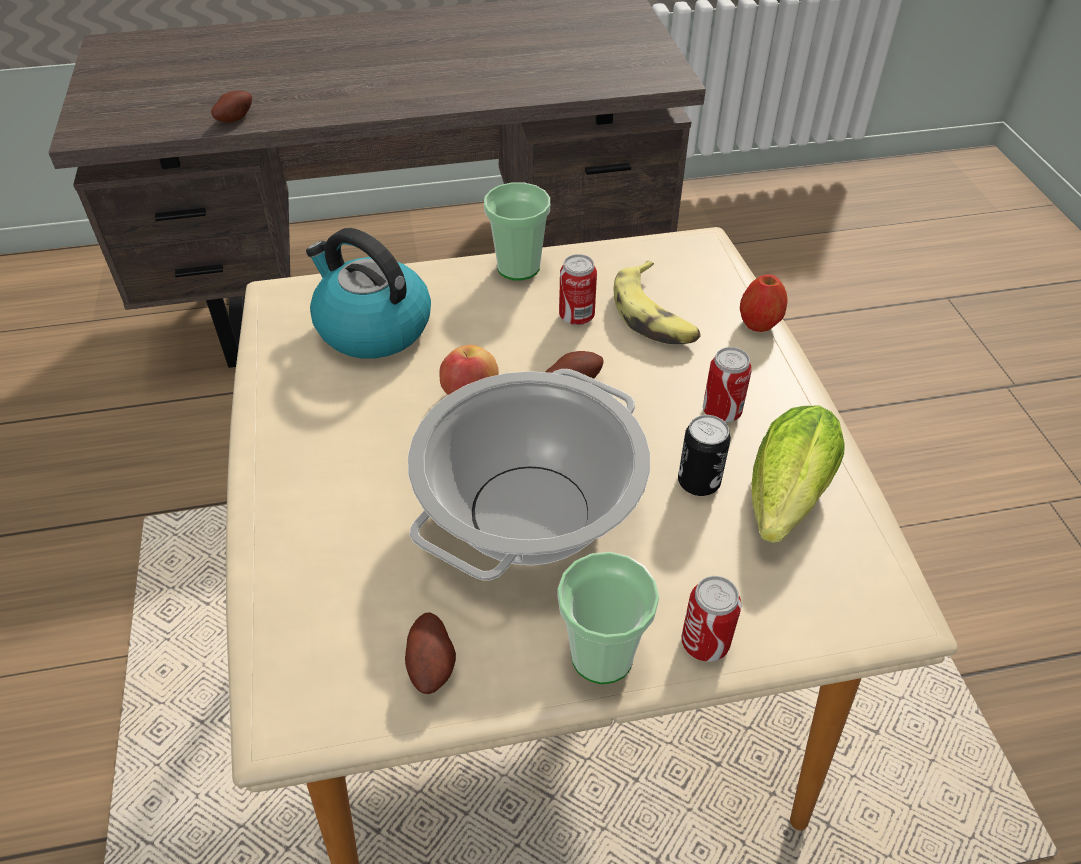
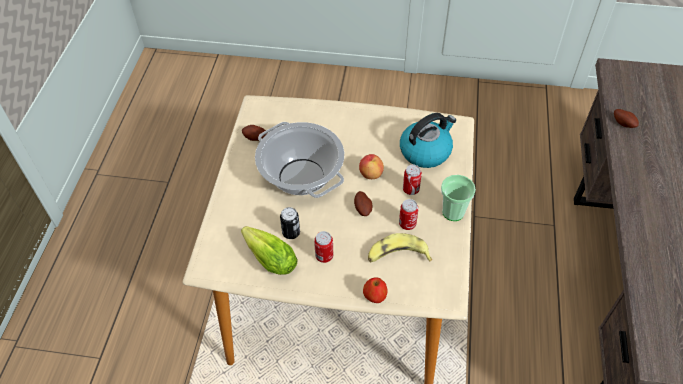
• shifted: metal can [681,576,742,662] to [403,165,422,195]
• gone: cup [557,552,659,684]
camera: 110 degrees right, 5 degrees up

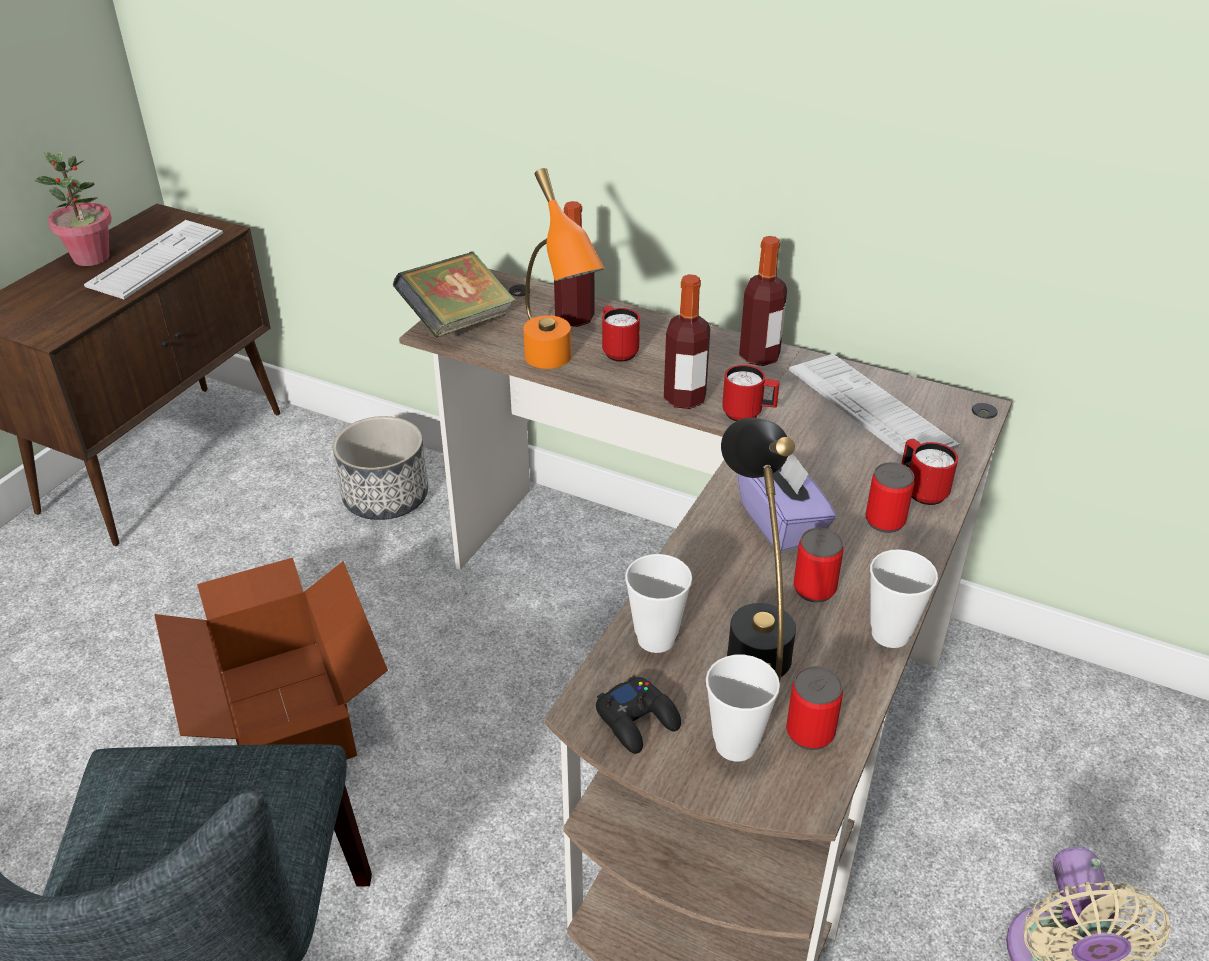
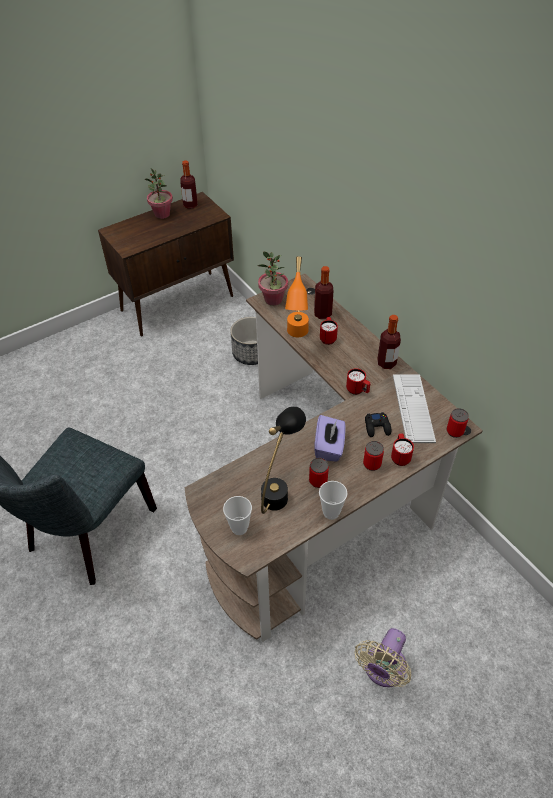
• shifted: bottle [664,274,710,409] to [180,160,198,209]
• swapped: bound book [392,251,515,338] to plant in a pot [257,251,288,306]
• shifted: blackish game controller [596,675,681,754] to [365,412,391,437]
• shifted: metal can [786,666,843,750] to [447,408,469,438]
• gone: computer keyboard [84,220,223,299]
• gone: carton [154,558,388,760]
• gone: cup [625,554,692,653]
camera: 30 degrees right, 10 degrees up

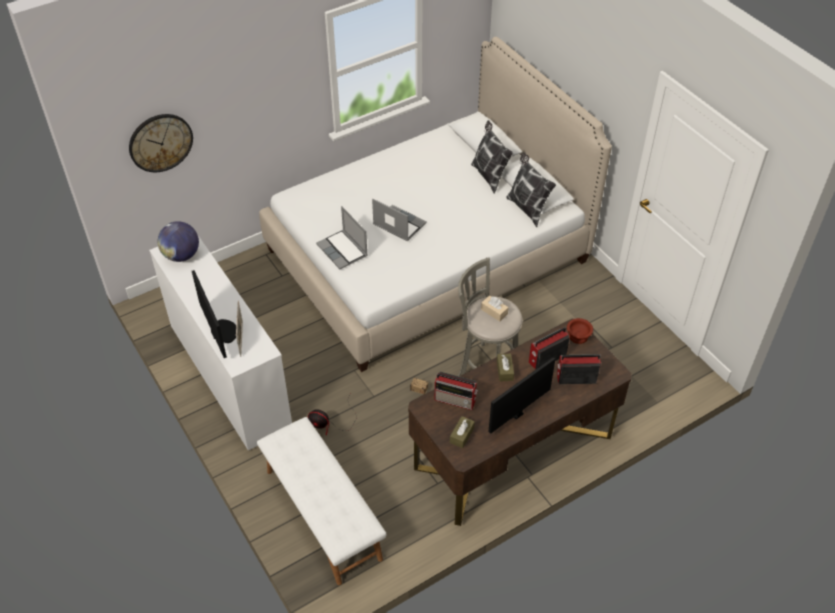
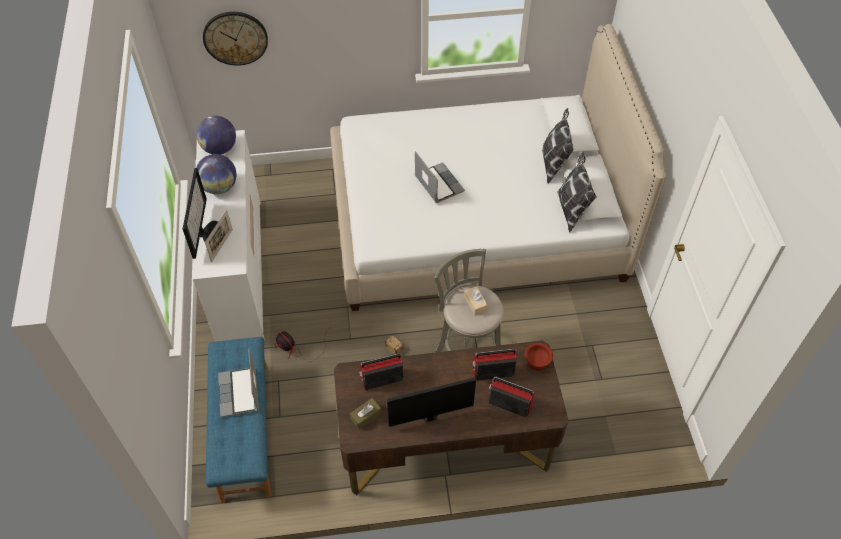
• new: desk globe [196,154,237,194]
• repainted: white-coloured long seat [257,417,386,585] to blue long seat [206,337,271,503]
• shifted: laptop [316,206,368,269] to [218,348,259,417]
• rotated: radio receiver [435,372,478,410] = [359,353,403,390] 120 degrees clockwise
• gone: brown tissue holder [497,354,514,381]
camera: 25 degrees right, 5 degrees up

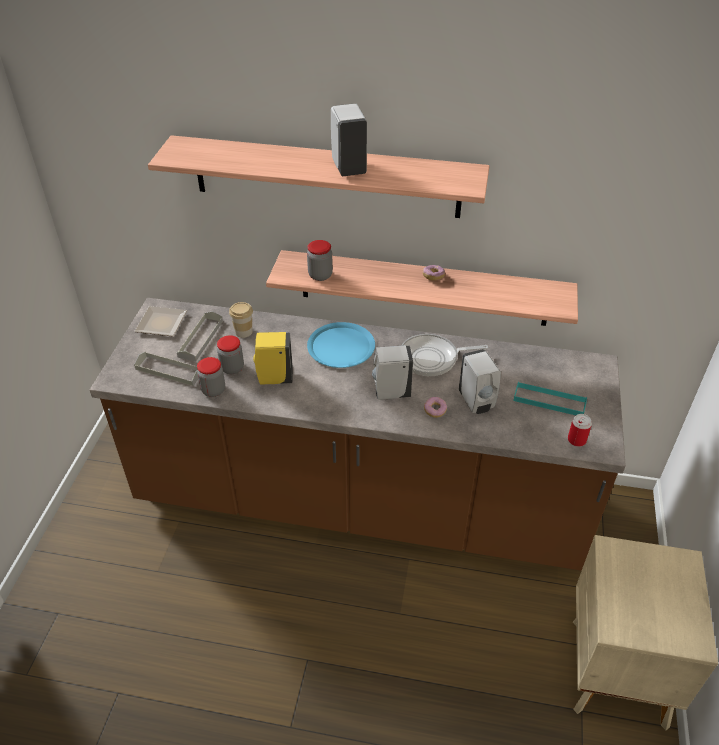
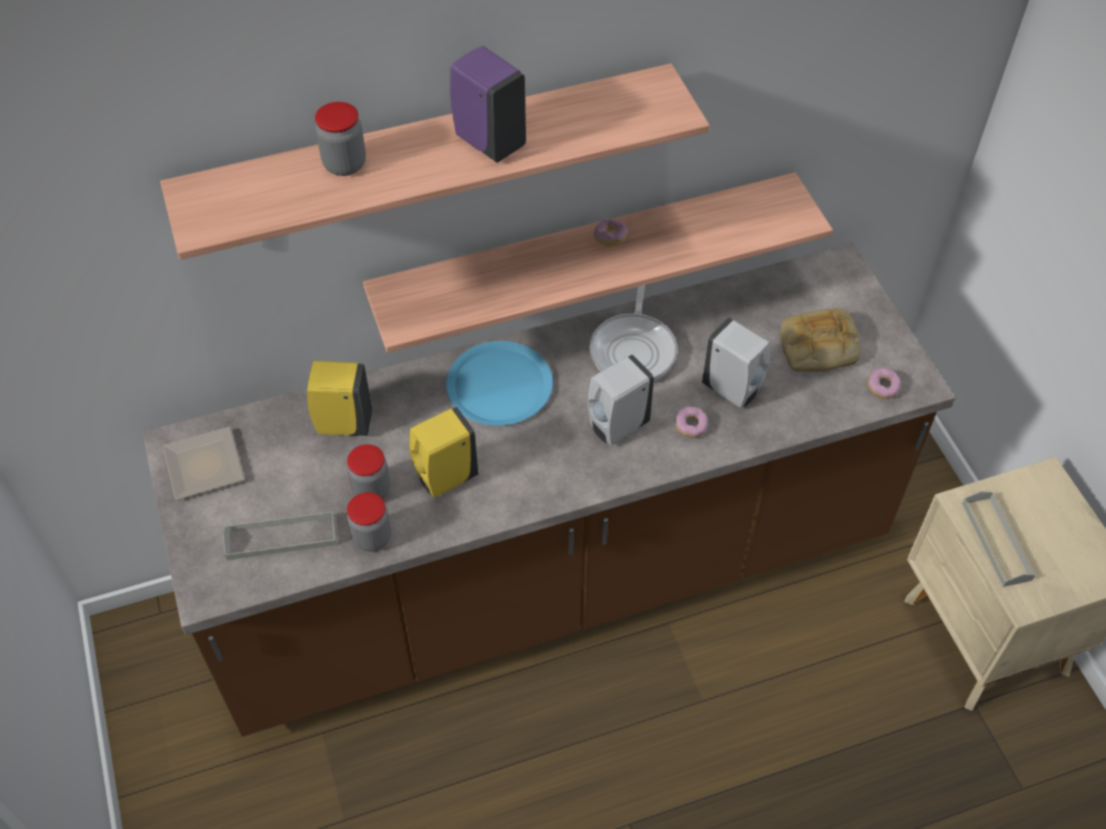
• swapped: cup [229,302,253,338] to yellow soap bottle [307,361,372,436]
• shifted: storage jar [307,240,333,281] to [315,102,366,176]
• repainted: white-coloured soap bottle [331,104,367,176] to purple soap bottle [450,46,526,163]
• rotated: skillet [401,334,488,376] = [590,285,677,381] 45 degrees counterclockwise
• swapped: turquoise tray [513,382,587,415] to baked bread [780,309,861,372]
• swapped: metal can [568,414,592,447] to donut [868,368,901,399]
• shifted: gray tray [177,311,223,361] to [962,491,1036,587]
camera: 30 degrees left, 10 degrees up

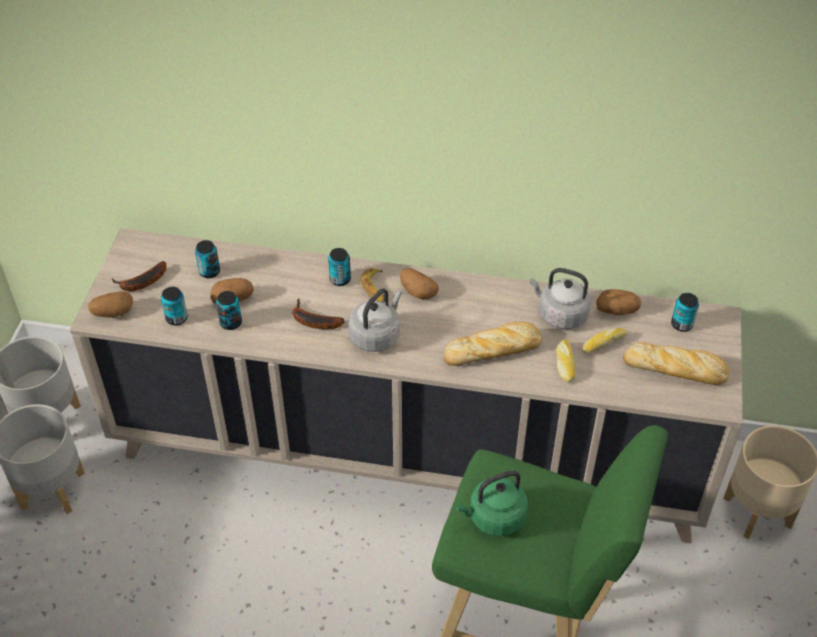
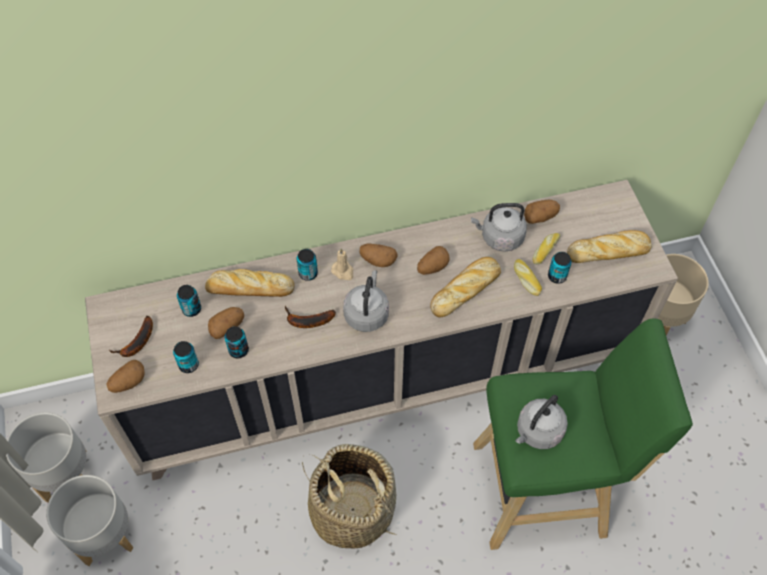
• new: baked bread [205,269,295,297]
• new: basket [302,444,396,548]
• swapped: banana fruit [360,268,384,302] to beige candle [331,248,353,280]
• new: spud [417,246,450,275]
• repainted: green water kettle [455,470,528,536] to gray water kettle [515,395,568,449]
• shifted: metal can [671,293,699,332] to [548,252,572,284]
camera: 25 degrees left, 10 degrees up

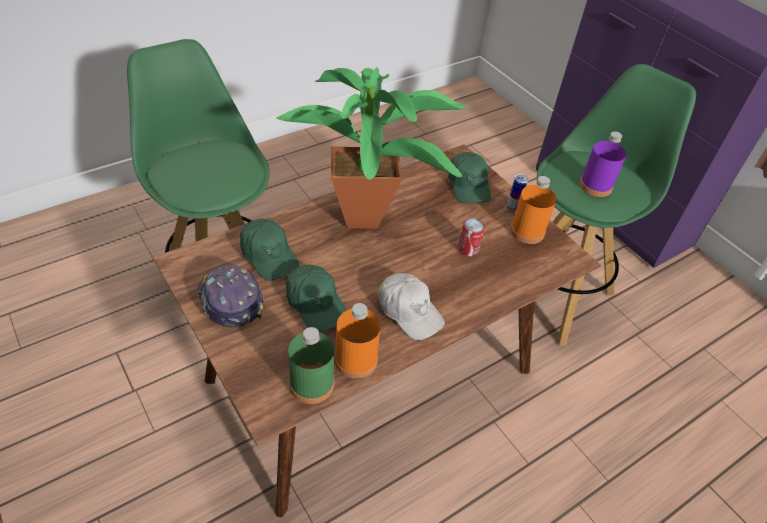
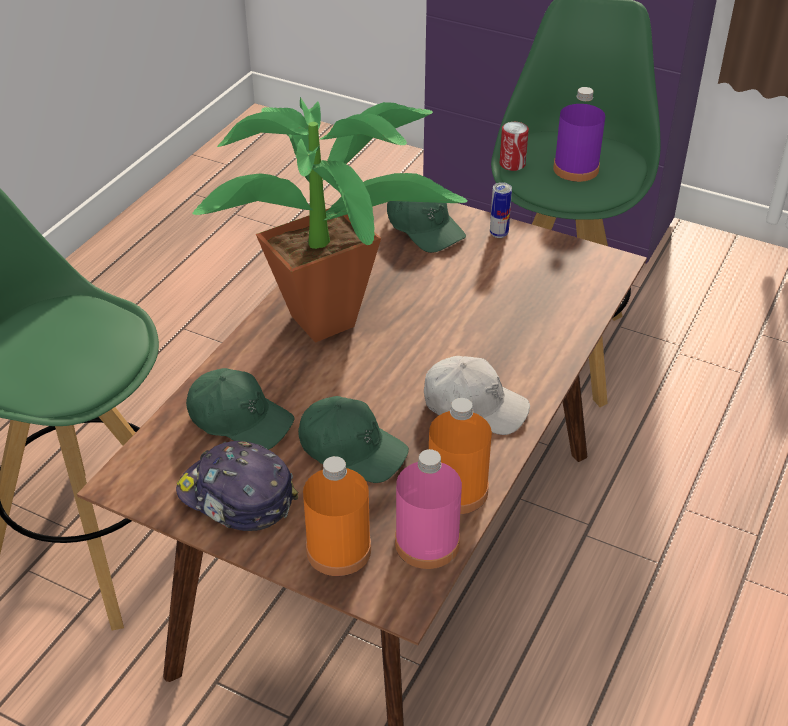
• shifted: orange-coloured bottle [510,176,556,244] to [303,456,371,576]
• repainted: green bottle [288,327,334,404] to pinkish bottle [395,449,462,569]
• shifted: metal can [458,218,485,256] to [500,122,529,171]
camera: 25 degrees left, 5 degrees down

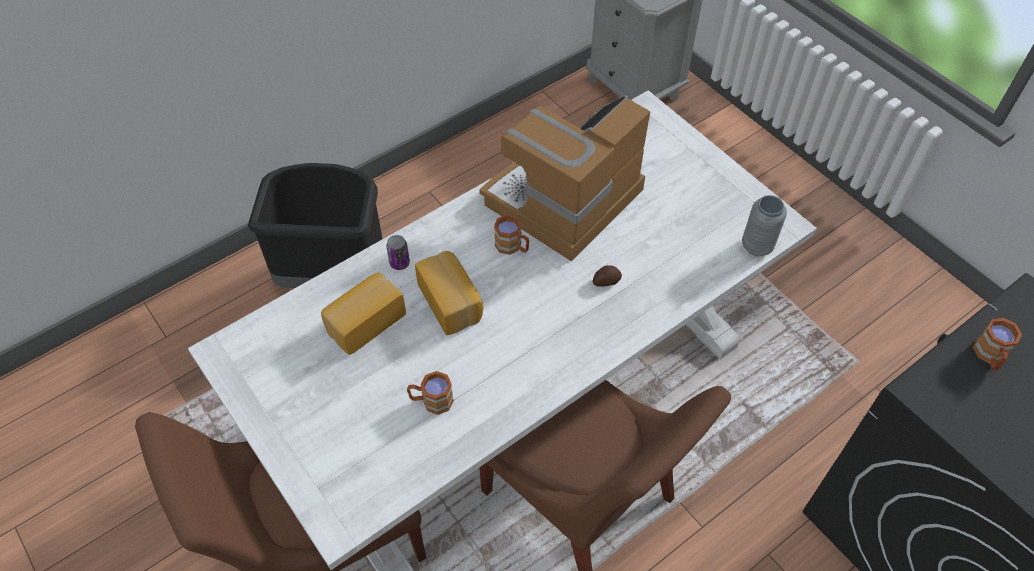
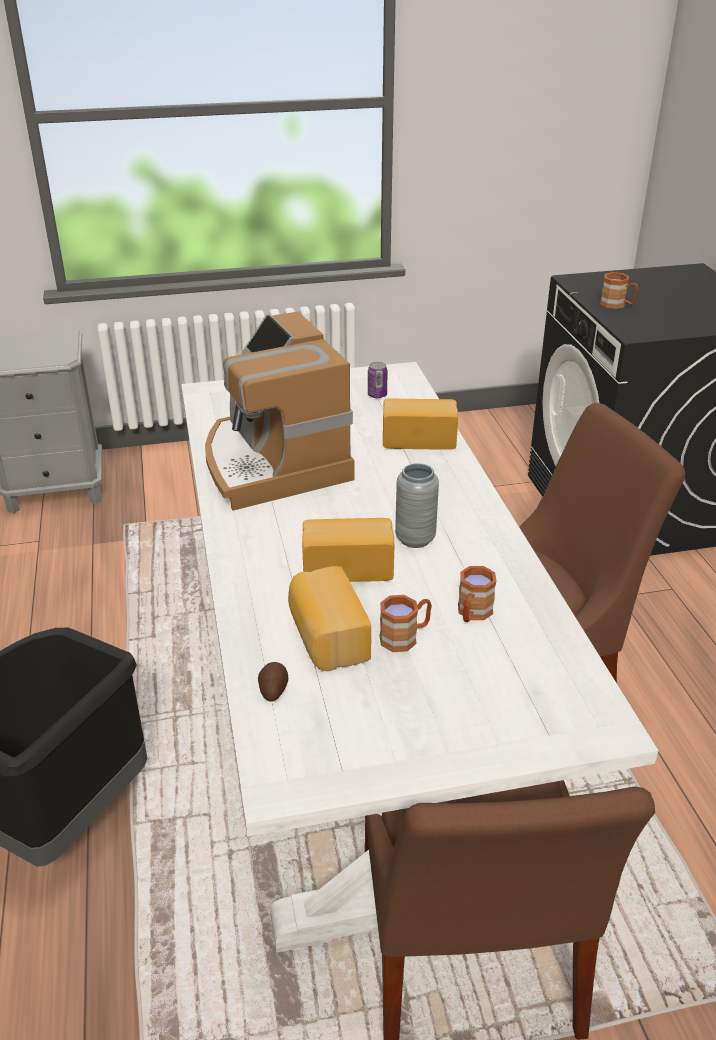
• shifted: spud [593,265,622,286] to [258,662,288,702]
• shifted: metal can [386,235,410,270] to [368,362,388,398]
• shifted: brown tea mug [494,215,529,255] to [380,595,432,652]
• new: baked bread [383,399,458,450]
• shifted: gray decorative vase [742,195,787,256] to [395,463,439,548]
camera: 65 degrees left, 20 degrees down

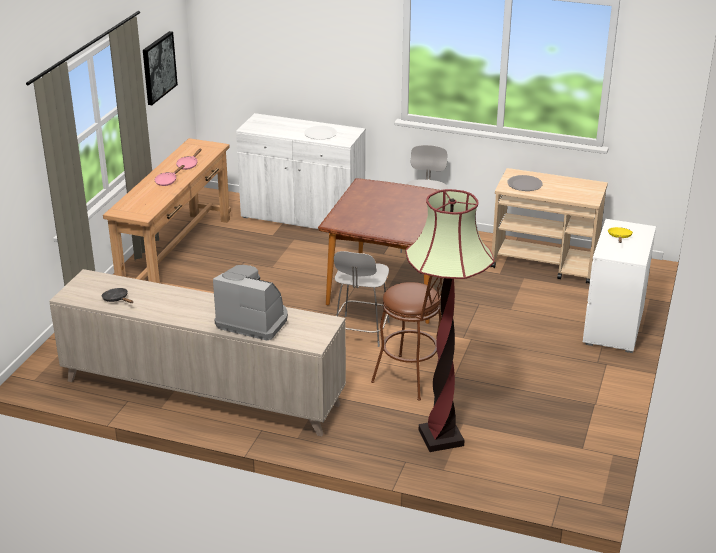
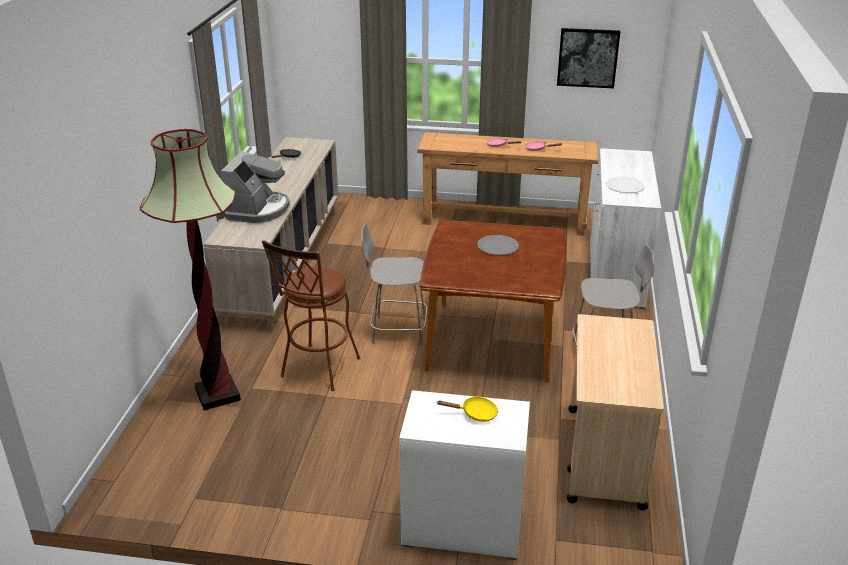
• shifted: gray flat dish [507,175,543,191] to [477,235,519,255]
camera: 80 degrees right, 0 degrees up

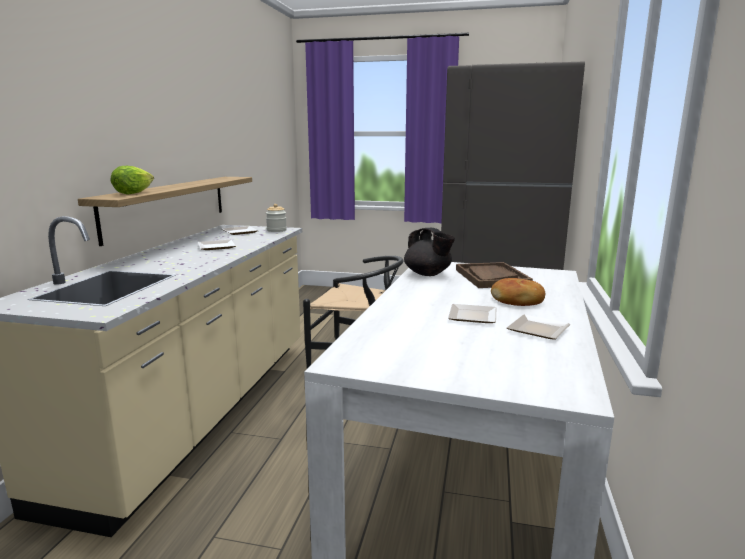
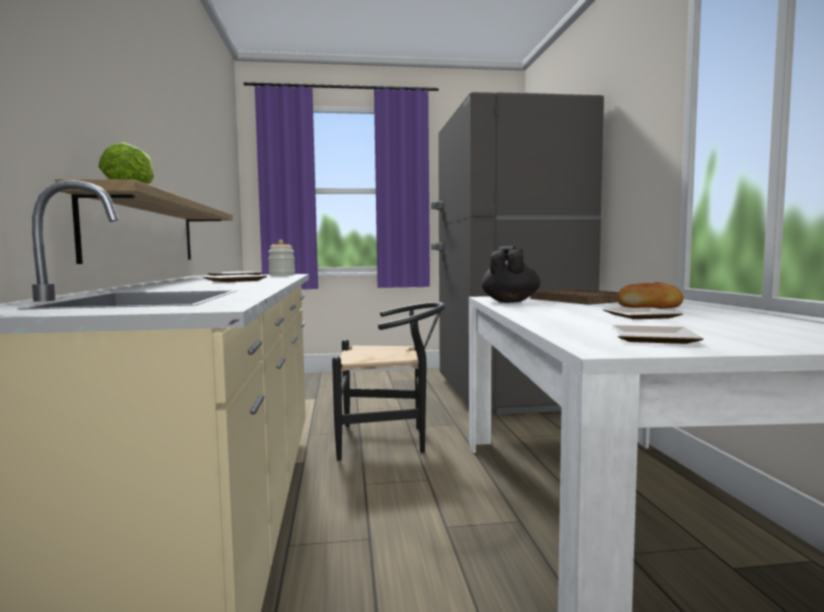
• rotated: blackish teapot [404,228,455,276] = [481,246,540,303] 105 degrees counterclockwise
• shifted: flat dish [507,314,570,340] to [611,325,704,344]
camera: 20 degrees left, 10 degrees down

